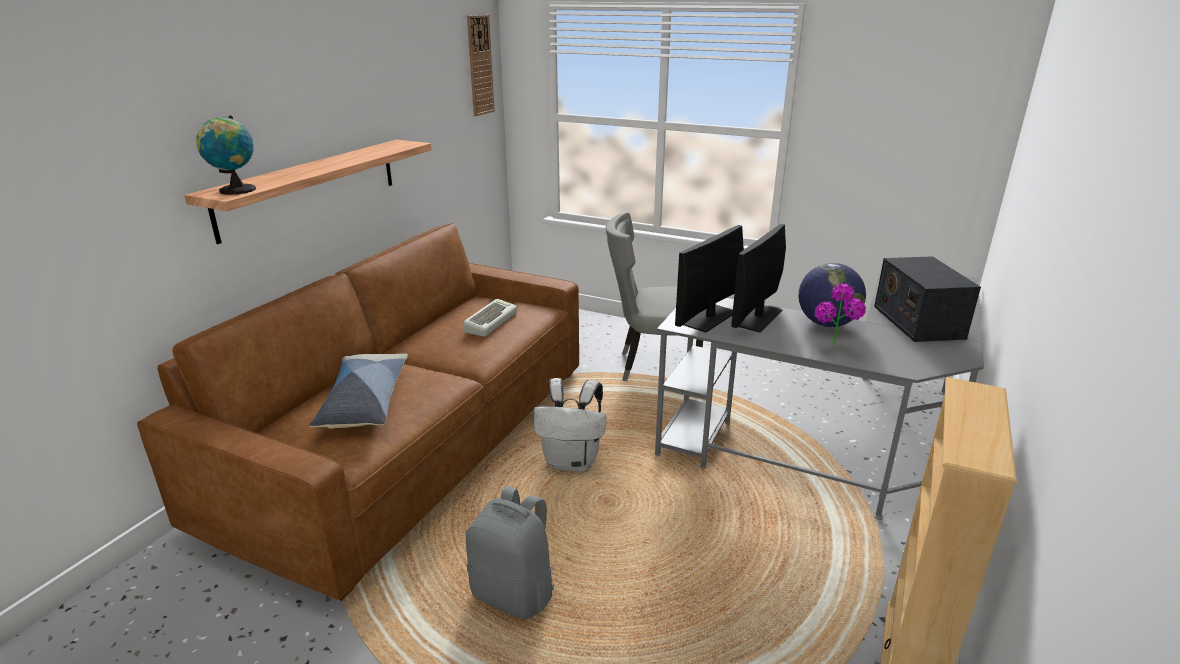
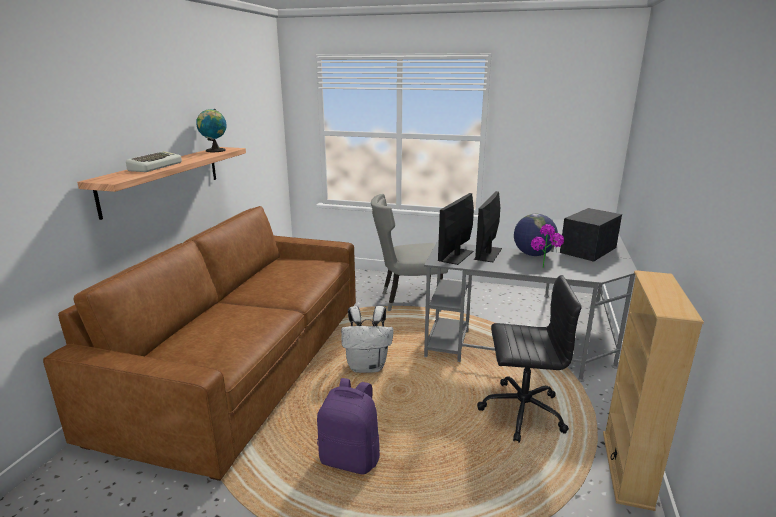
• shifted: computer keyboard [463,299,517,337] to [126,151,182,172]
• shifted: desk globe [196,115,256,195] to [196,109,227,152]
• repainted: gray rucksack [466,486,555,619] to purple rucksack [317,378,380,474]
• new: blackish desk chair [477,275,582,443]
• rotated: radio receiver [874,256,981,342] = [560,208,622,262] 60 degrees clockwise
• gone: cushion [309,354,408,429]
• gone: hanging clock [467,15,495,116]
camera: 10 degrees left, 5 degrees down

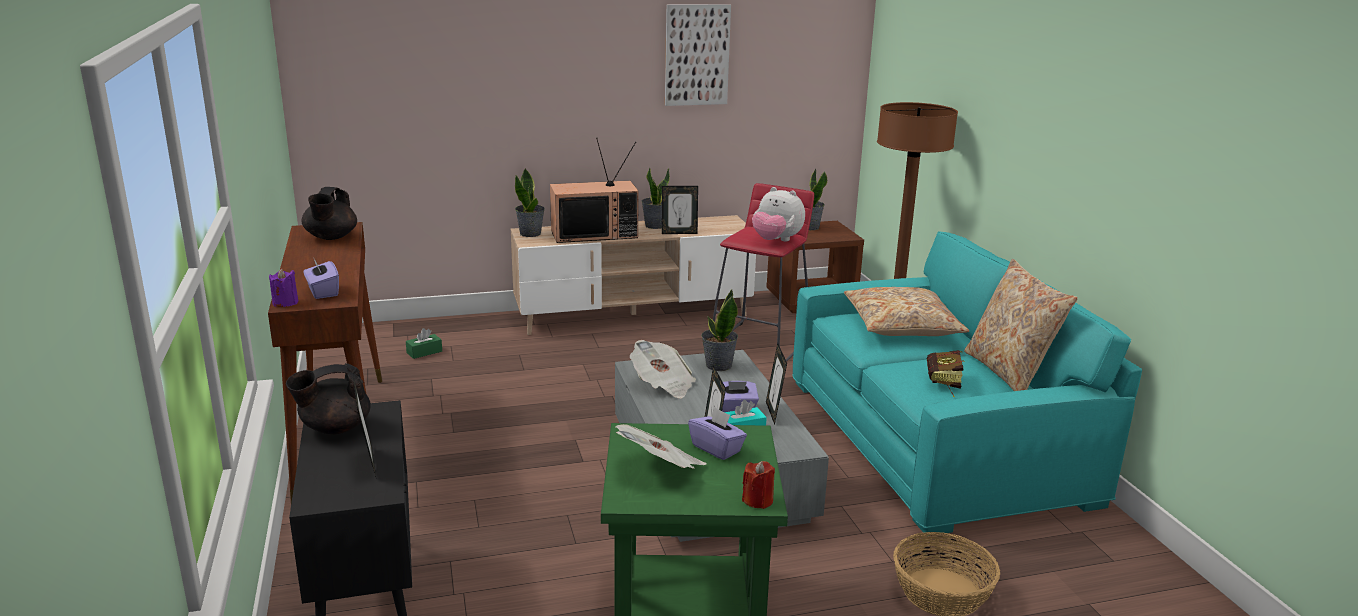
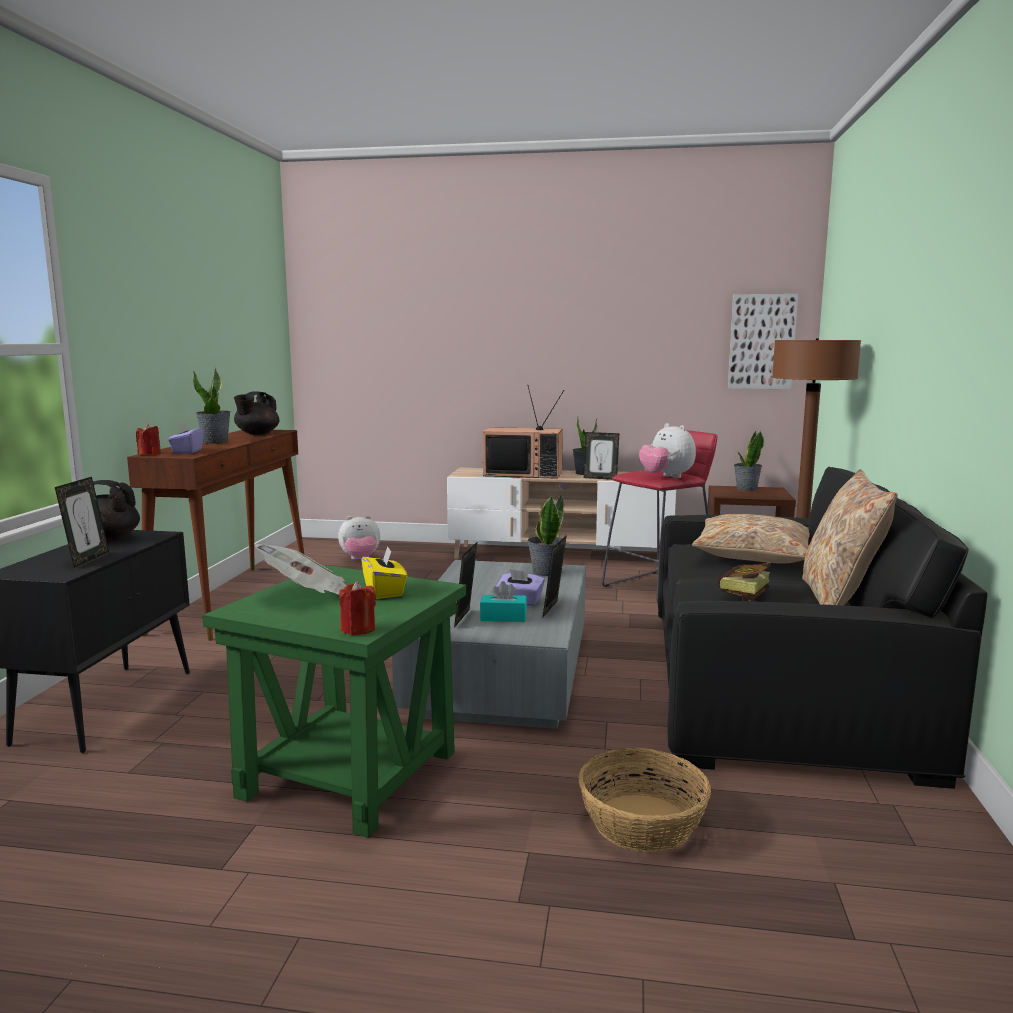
• repainted: purple candle [269,269,299,307] to reddish candle [136,424,161,455]
• shifted: plant in a pot [515,168,545,237] to [193,368,230,444]
• swapped: green tissue holder [406,328,442,359] to soft toy [338,515,380,560]
• repainted: purple tissue holder [688,407,747,460] to yellow tissue holder [361,546,408,599]
• repainted: turquoise settee [792,231,1142,535] to blackish settee [658,467,988,789]
• shifted: picture [665,4,731,106] to [728,294,798,389]
• gone: printed paper [630,340,696,398]
camera: 25 degrees right, 10 degrees down

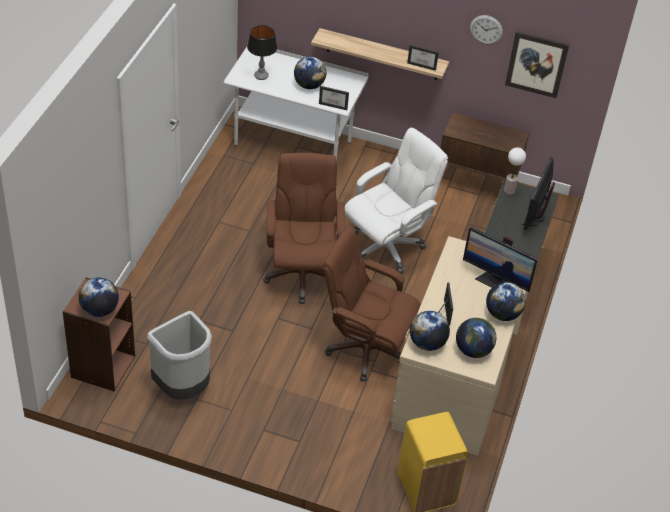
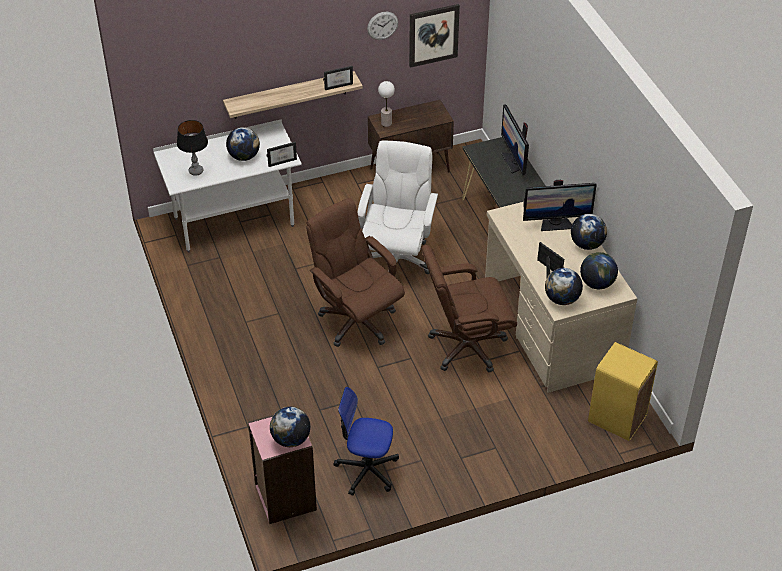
• repainted: brown shelving unit [63,277,135,391] to pinkish shelving unit [248,415,317,524]
• swapped: gray rubbish bin [147,311,212,400] to desk chair [333,387,399,496]
• shifted: table lamp [504,147,526,195] to [378,81,395,127]
camera: 35 degrees left, 0 degrees up

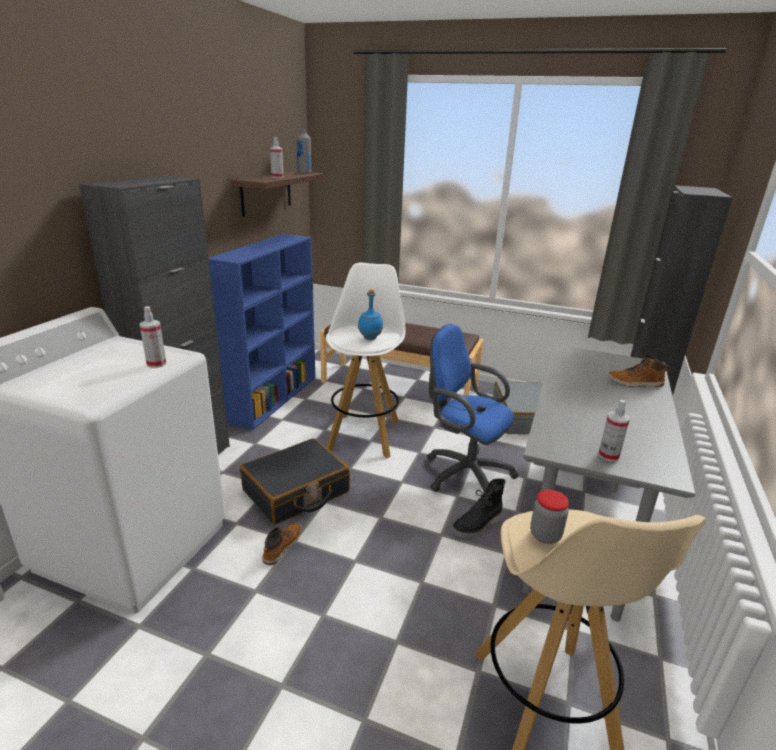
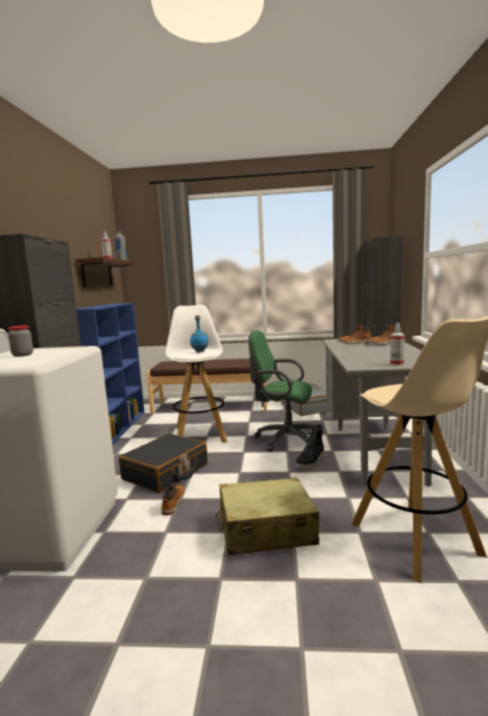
• shifted: storage jar [530,490,569,544] to [8,326,33,357]
• new: beige piece of luggage [215,477,319,556]
• repainted: blue desk chair [427,324,519,492] to green desk chair [248,330,323,452]
• new: boot [338,324,372,344]
• gone: sprayer [140,306,166,368]
camera: 15 degrees left, 15 degrees down

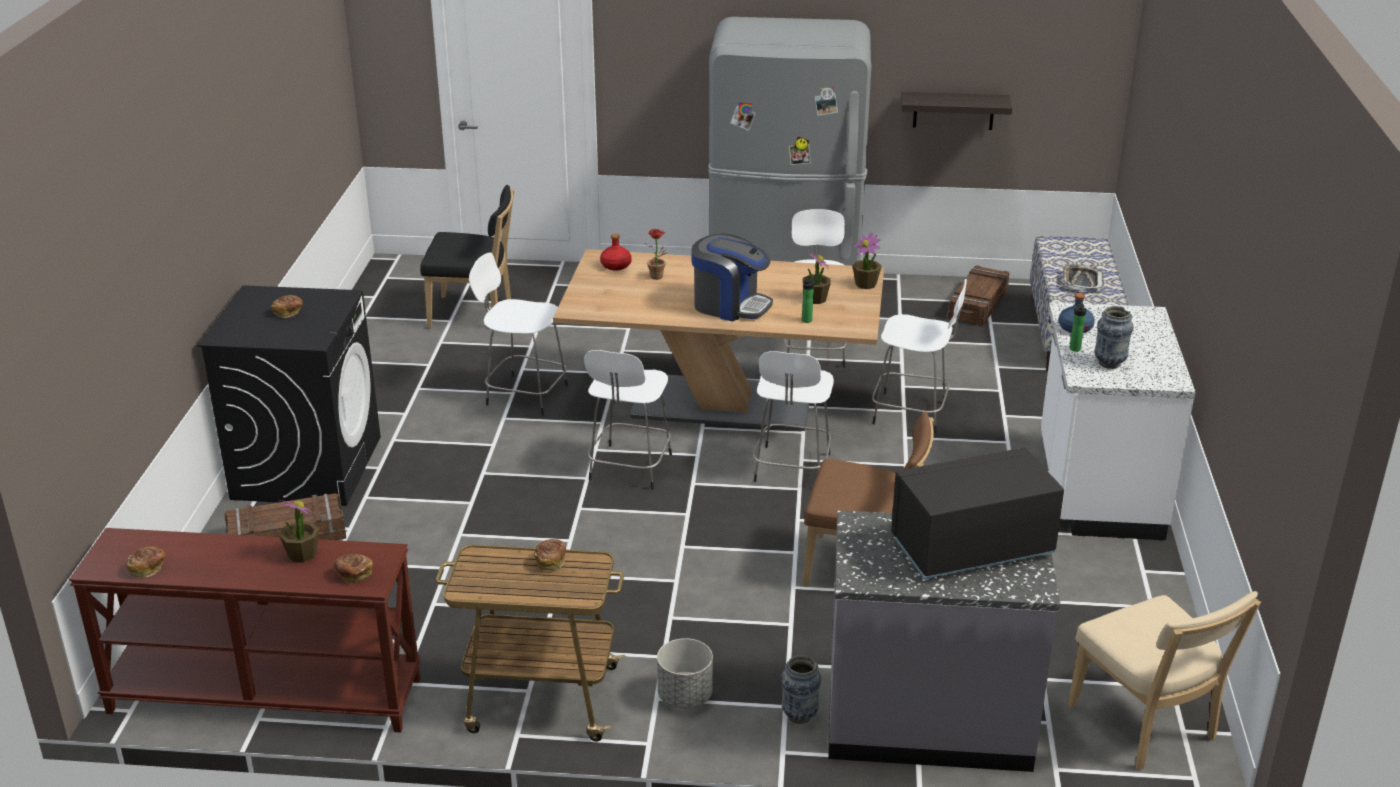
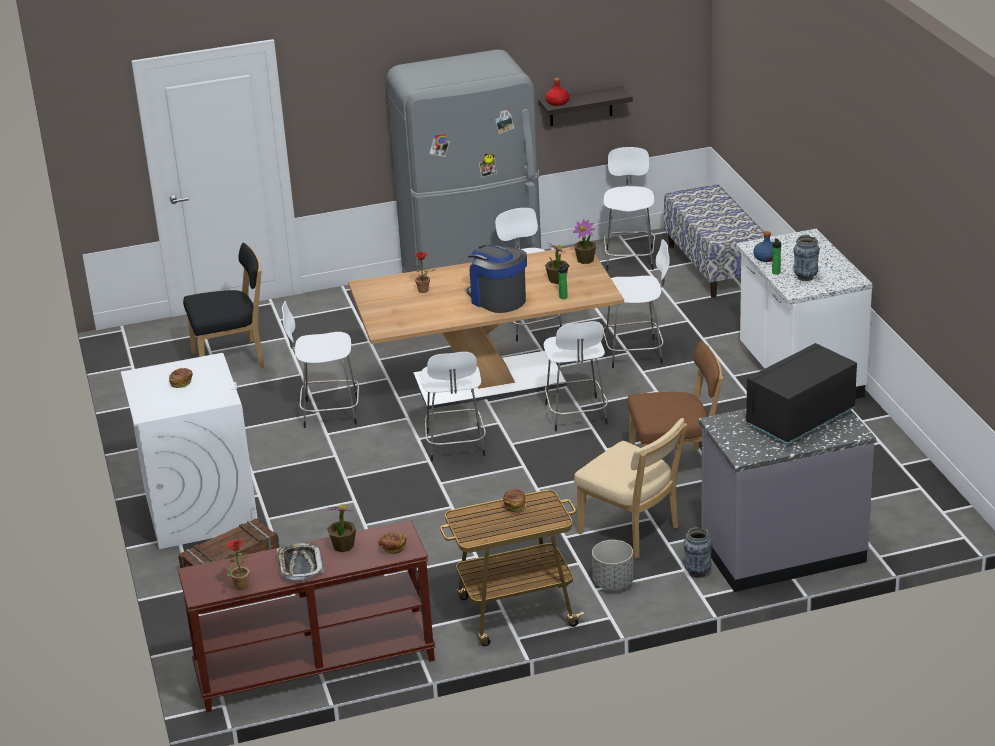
• repainted: blackish washing machine [197,285,381,506] to white-coloured washing machine [121,353,258,549]
• swapped: baked bread [127,546,166,577] to plant in a pot [227,539,249,590]
• shifted: tray [1063,264,1104,291] to [277,543,324,580]
• rotated: coffee machine [691,234,773,322] = [467,245,527,313] 135 degrees counterclockwise
• shifted: reddish bottle [600,234,632,271] to [546,78,569,106]
• shifted: beige plain chair [1068,591,1261,770] to [574,418,687,558]
• swapped: packing crate [948,266,1009,327] to white-coloured sitting stool [604,147,655,271]
camera: 20 degrees left, 0 degrees up

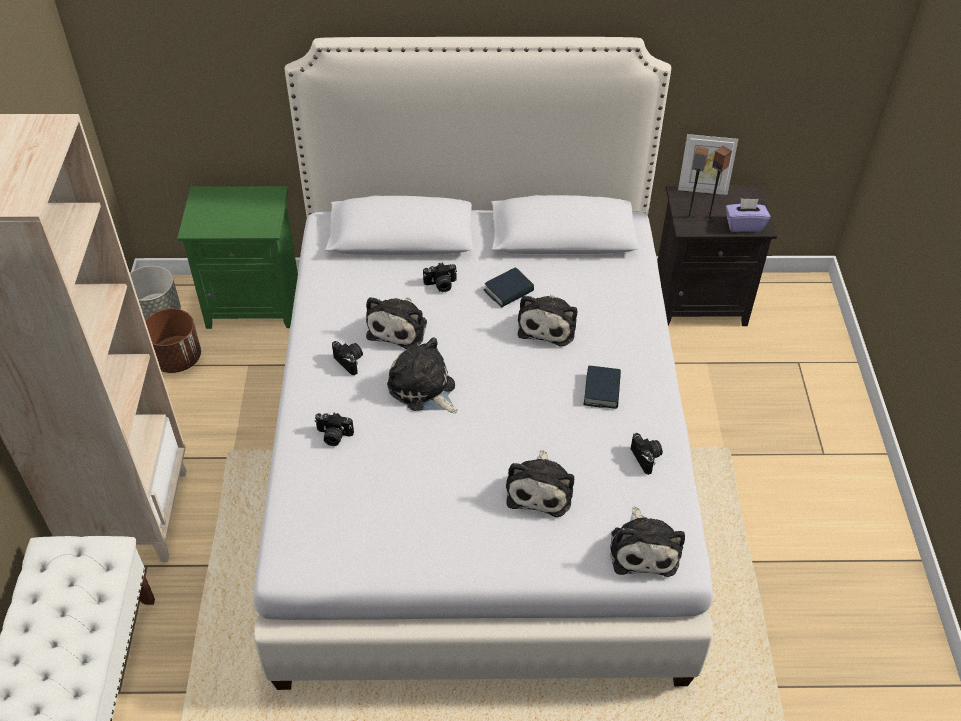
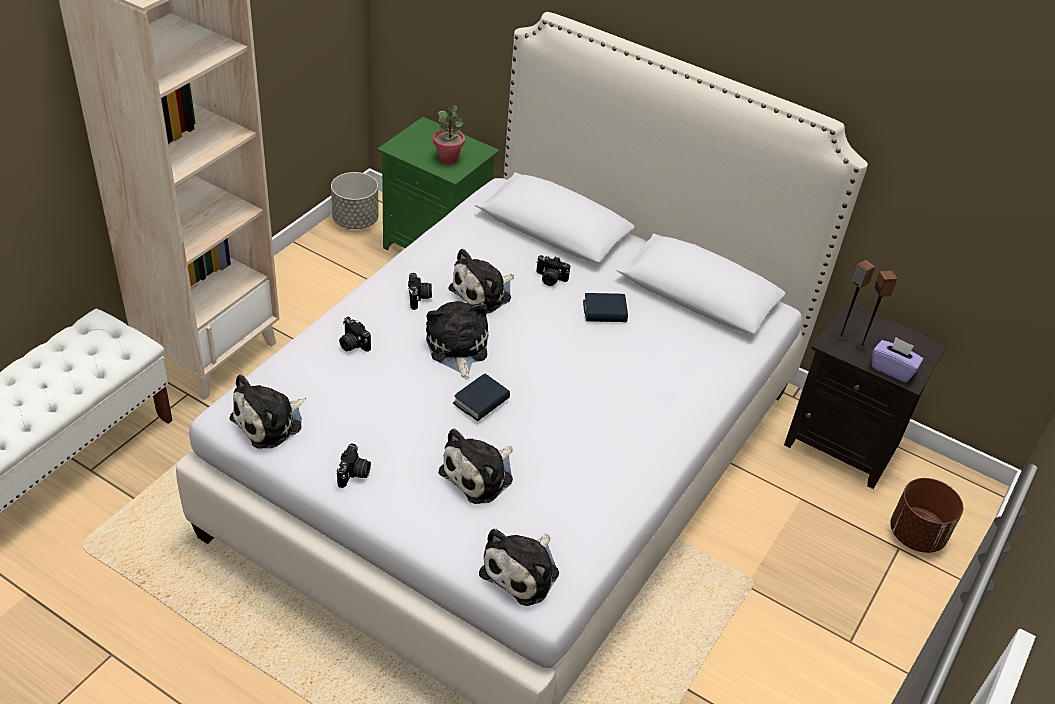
• shifted: soft toy [518,295,577,347] to [230,374,307,449]
• shifted: still camera [631,433,663,475] to [337,443,371,488]
• new: plant in a pot [433,105,465,164]
• shifted: bound book [583,366,621,409] to [453,374,510,421]
• shifted: brown plant pot [145,308,201,373] to [890,478,963,553]
• gone: photo frame [678,134,738,195]
camera: 30 degrees right, 5 degrees down

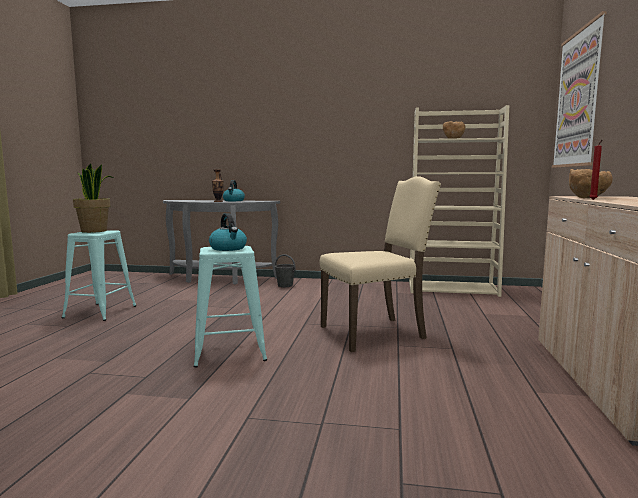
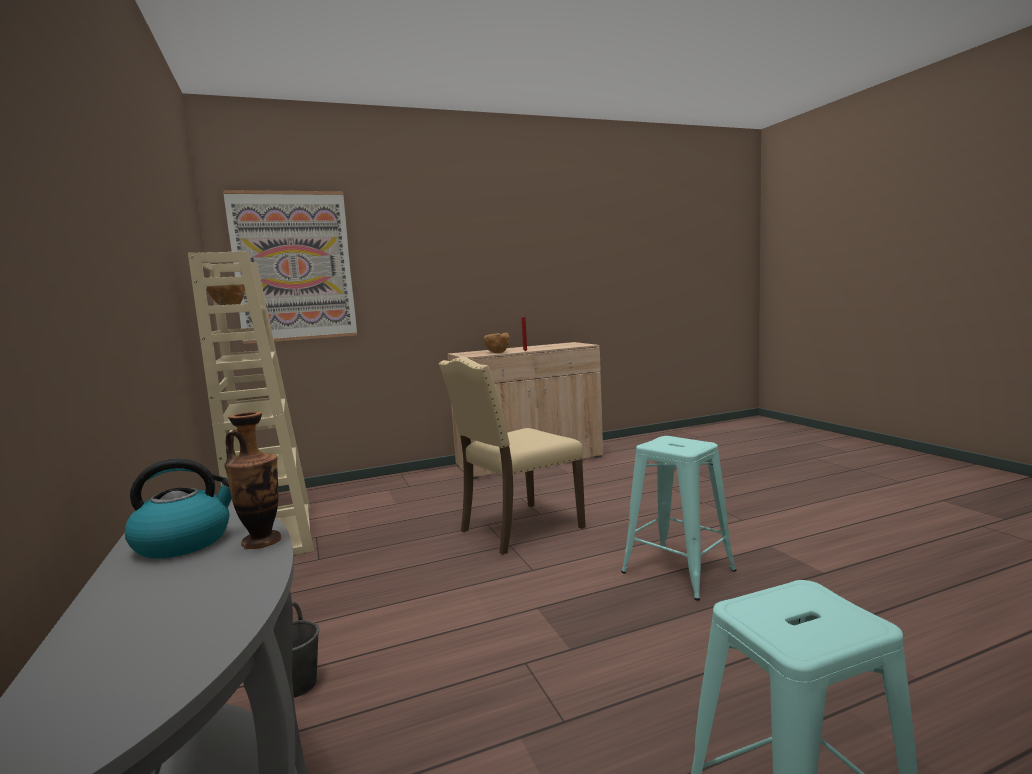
• rotated: beige plain chair [320,176,441,352] = [439,357,585,555] 75 degrees counterclockwise
• gone: plant in a pot [73,163,113,233]
• gone: water kettle [209,213,247,251]
camera: 120 degrees left, 0 degrees up

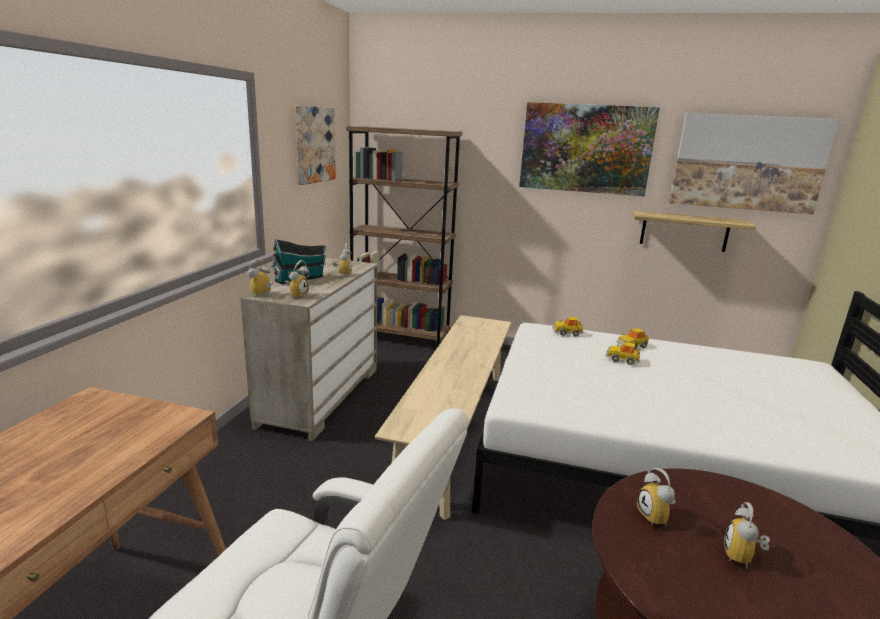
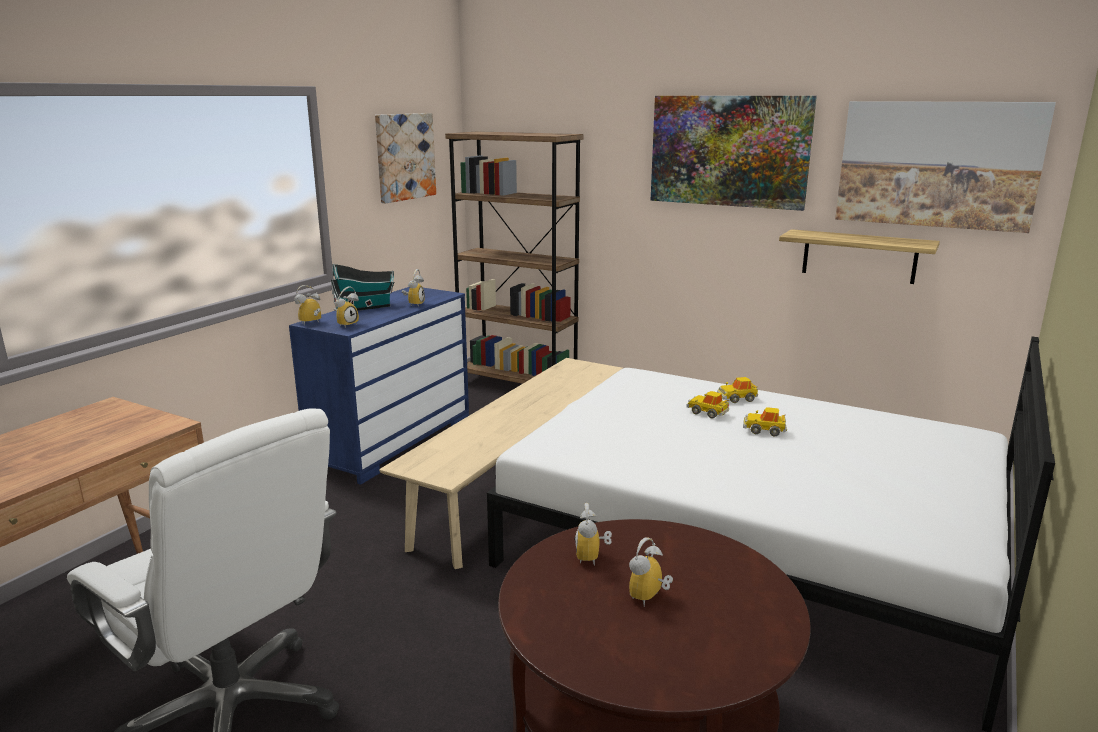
• repainted: beige dresser [241,258,378,441] to blue dresser [289,287,469,485]
• shifted: miniature car [552,317,584,337] to [743,407,787,437]
camera: 15 degrees right, 0 degrees up

